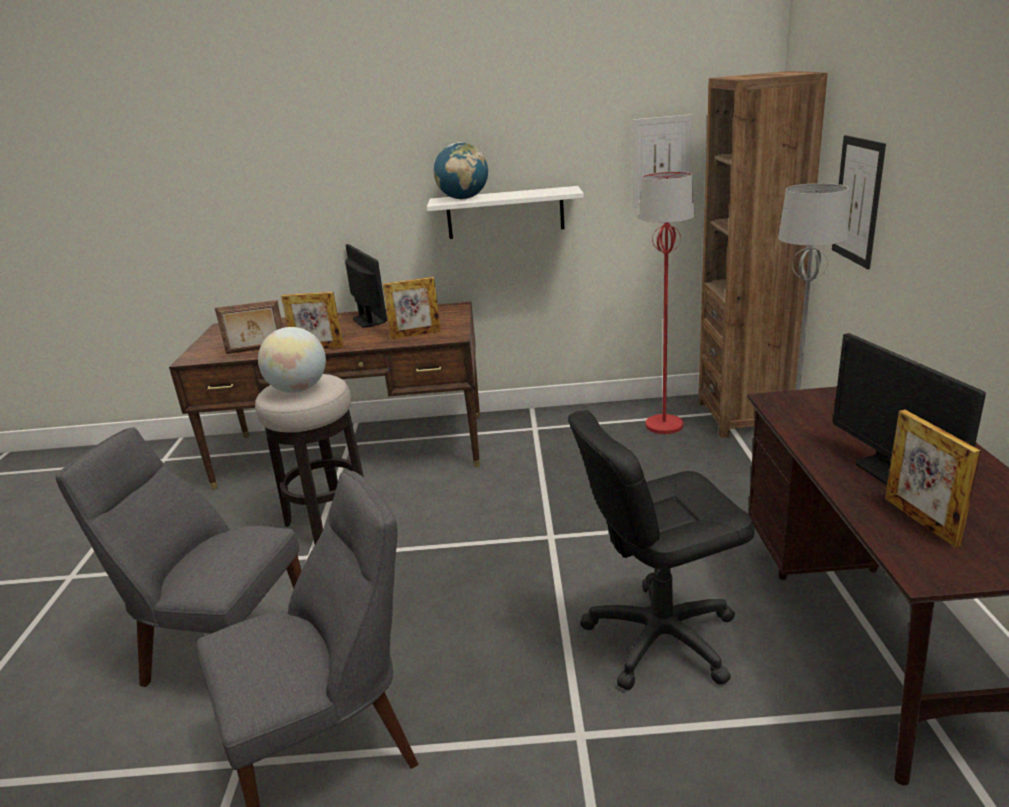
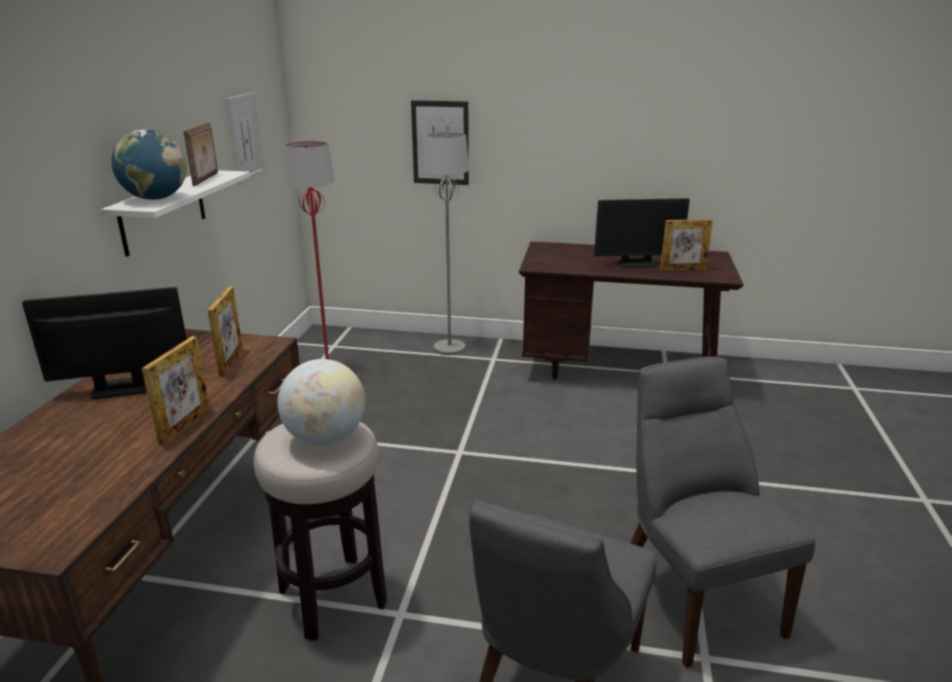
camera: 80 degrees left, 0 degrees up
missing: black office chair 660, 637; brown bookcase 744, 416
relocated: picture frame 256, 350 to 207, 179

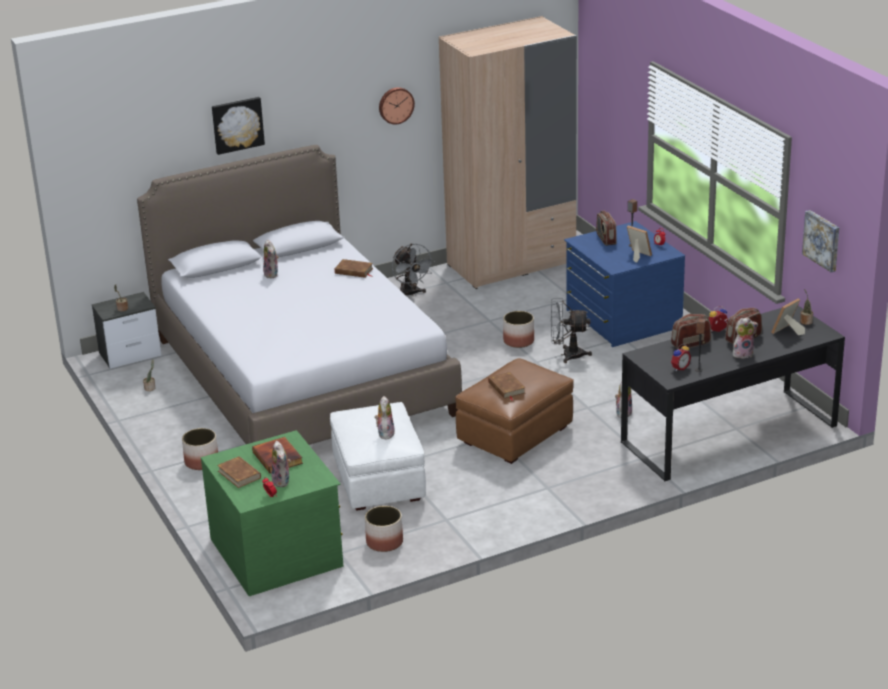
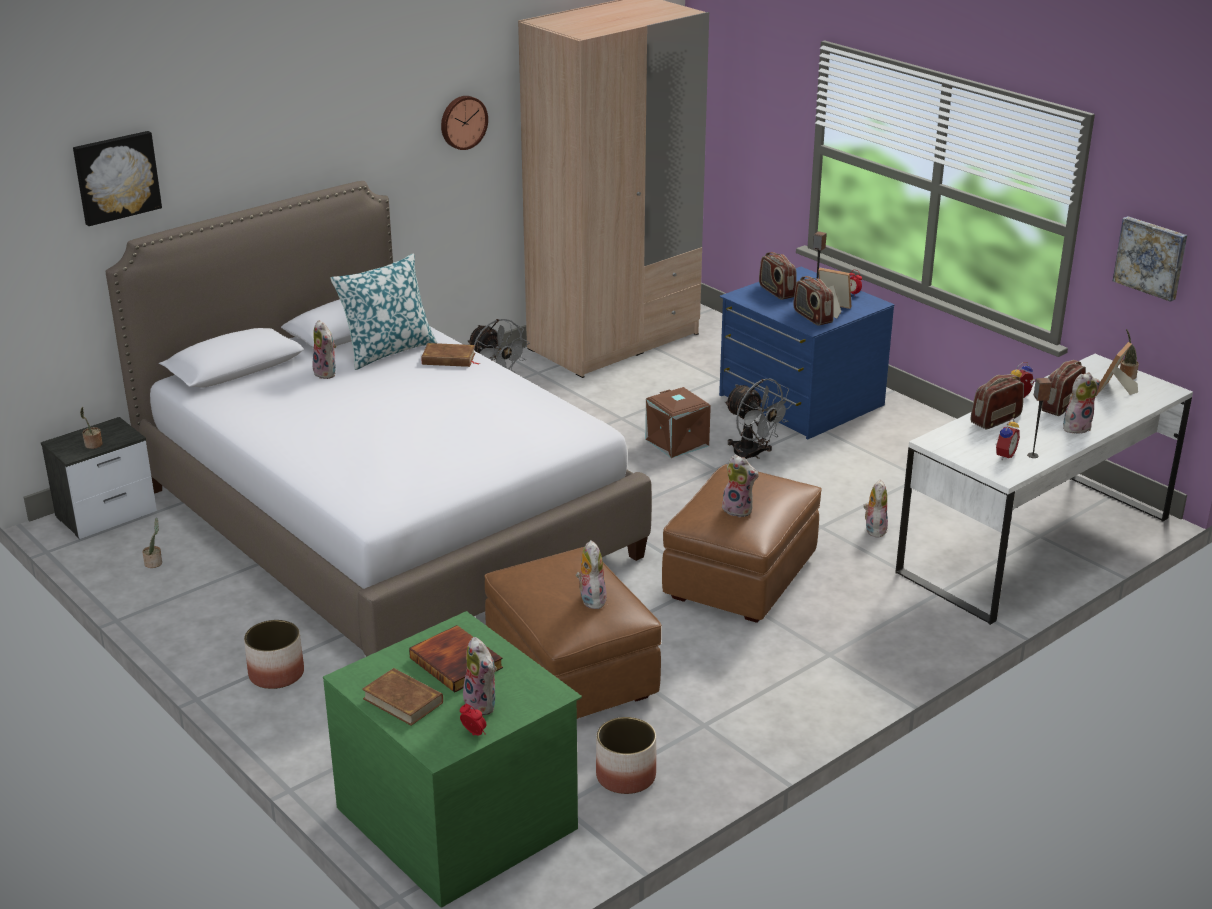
camera: 15 degrees left, 0 degrees up
appeared: pillow 387, 351; radio 812, 317
relocated: picture 237, 124 to 116, 177
exchanged: brown book 506, 388 to plush toy 739, 510; planter 518, 341 to brown storage box 675, 442
colour: white ottoman 379, 481 to brown ottoman 572, 673; black desk 729, 434 to white desk 1035, 544
spun: grey fan 567, 355 = 752, 455 120 degrees counterclockwise

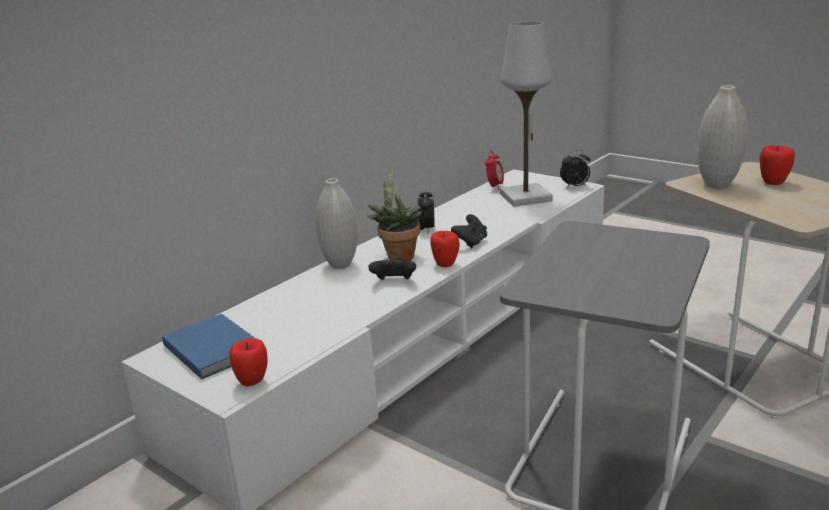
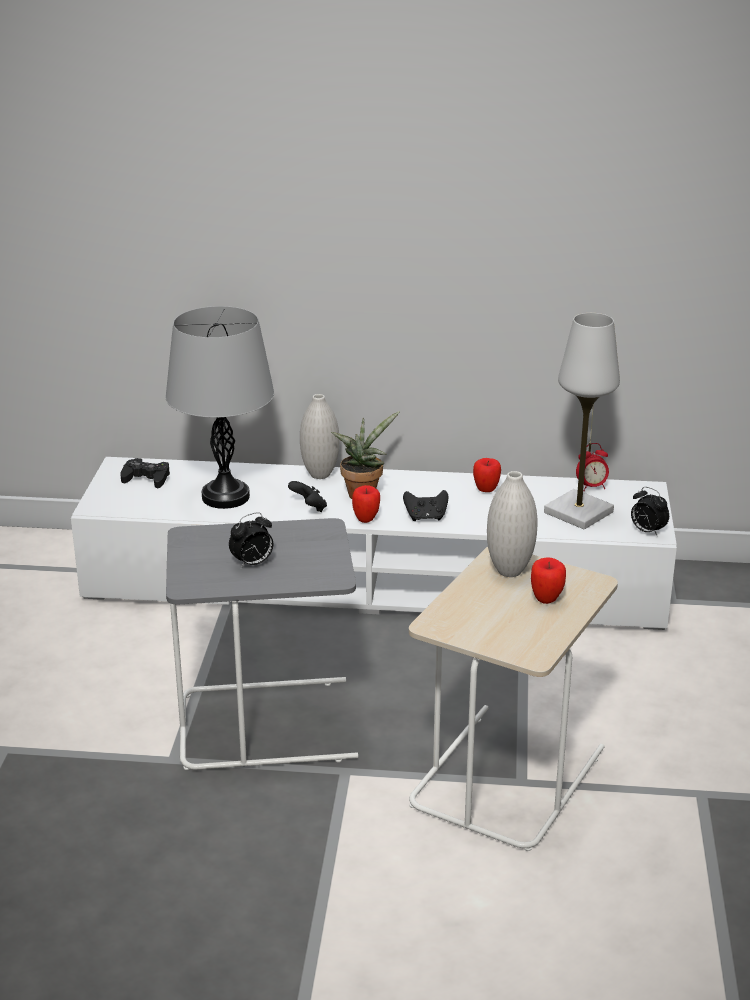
camera: 55 degrees right, 5 degrees up
appeared: grey table lamp 225, 497
relocated: apple 252, 382 to 486, 490; alarm clock 427, 229 to 252, 564
exchanged: blue book 213, 347 to black game controller 146, 478

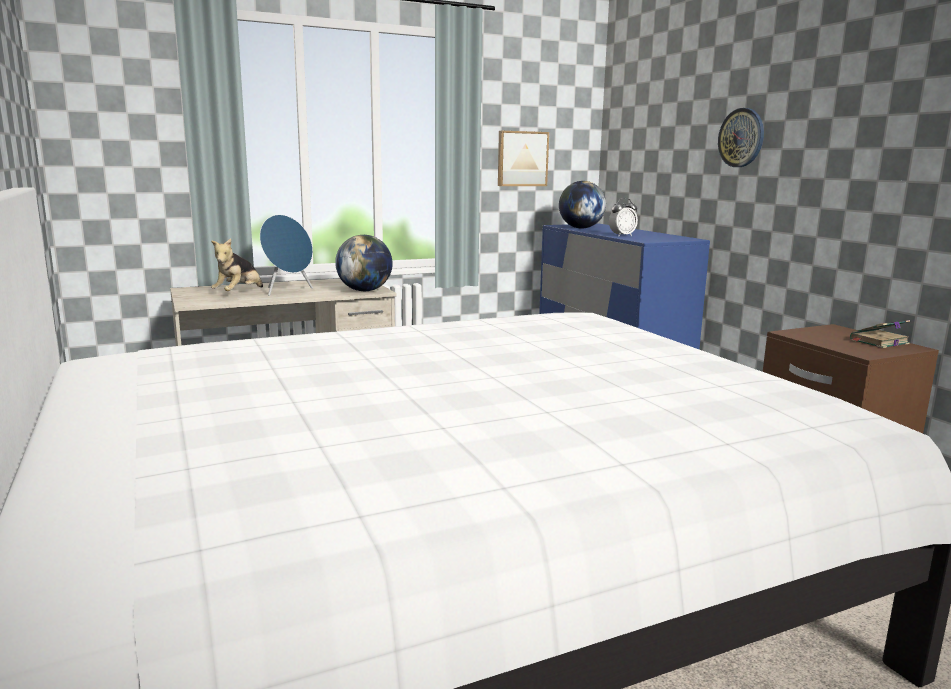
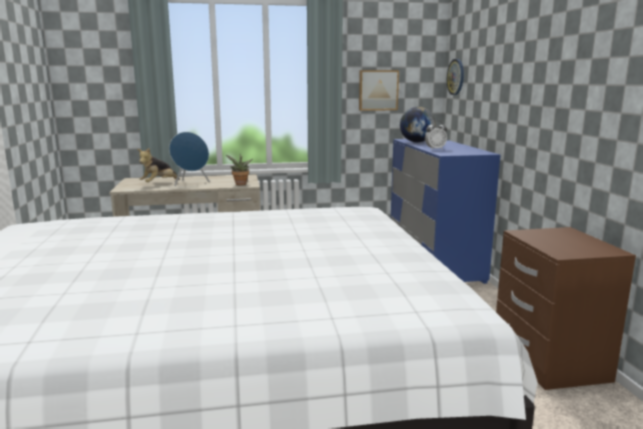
camera: 15 degrees right, 0 degrees up
missing: book 878, 342
relocated: wall clock 741, 138 to 456, 77
exchanged: globe 364, 290 to potted plant 240, 184

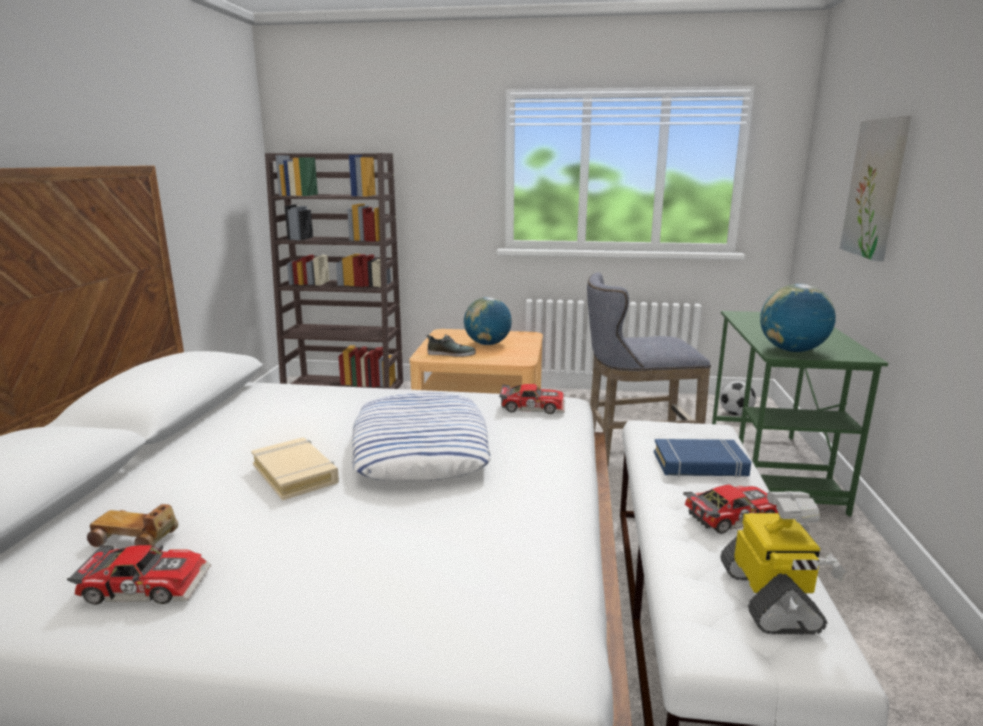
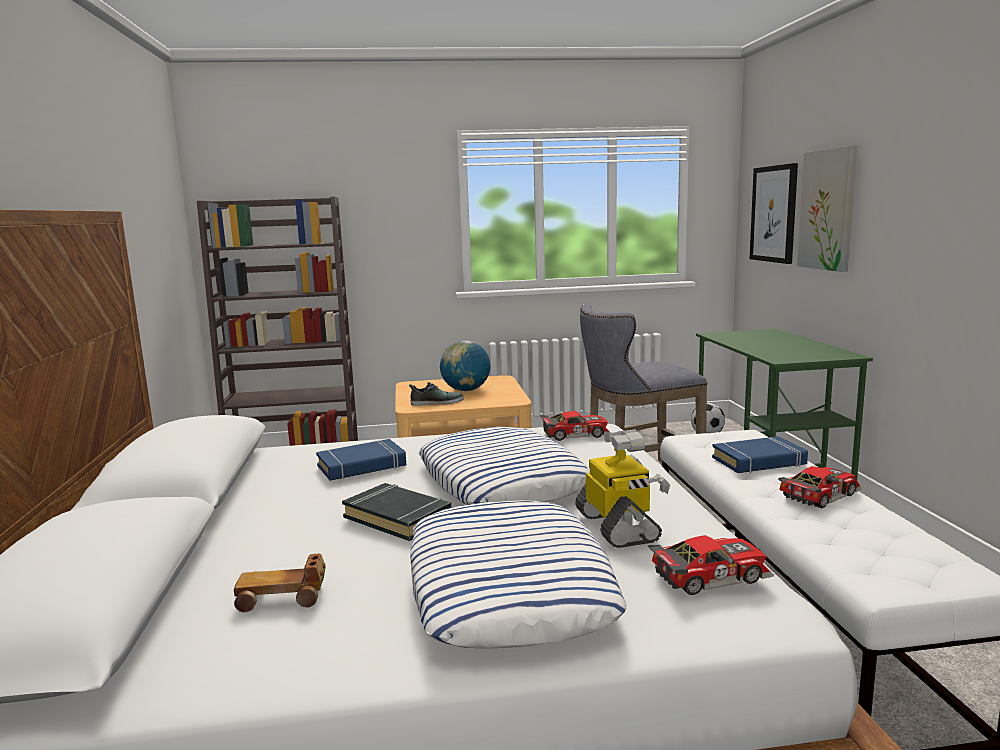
camera: 15 degrees left, 5 degrees down
missing: globe 791, 350
appeared: blue book 362, 466; pillow 507, 585; picture 774, 214
relocated: toy car 147, 584 to 707, 574; toy robot 770, 599 to 618, 527
colour: beige book 295, 474 to black book 398, 518

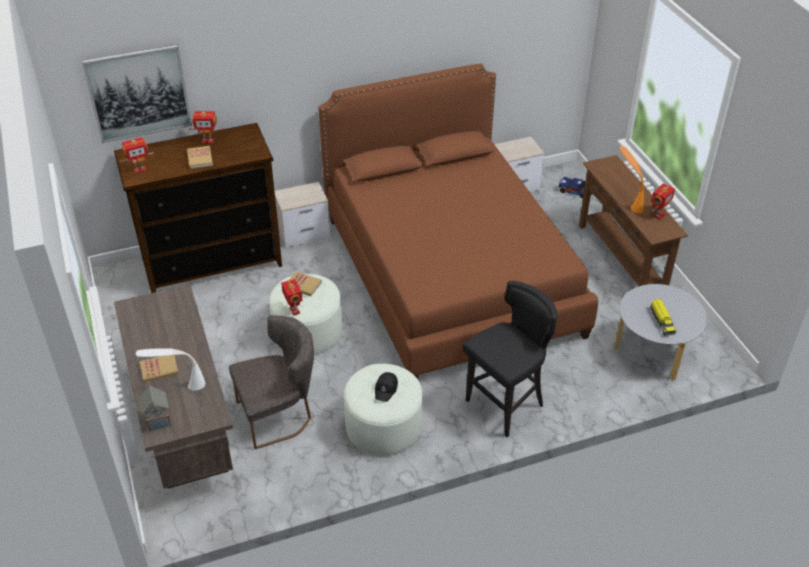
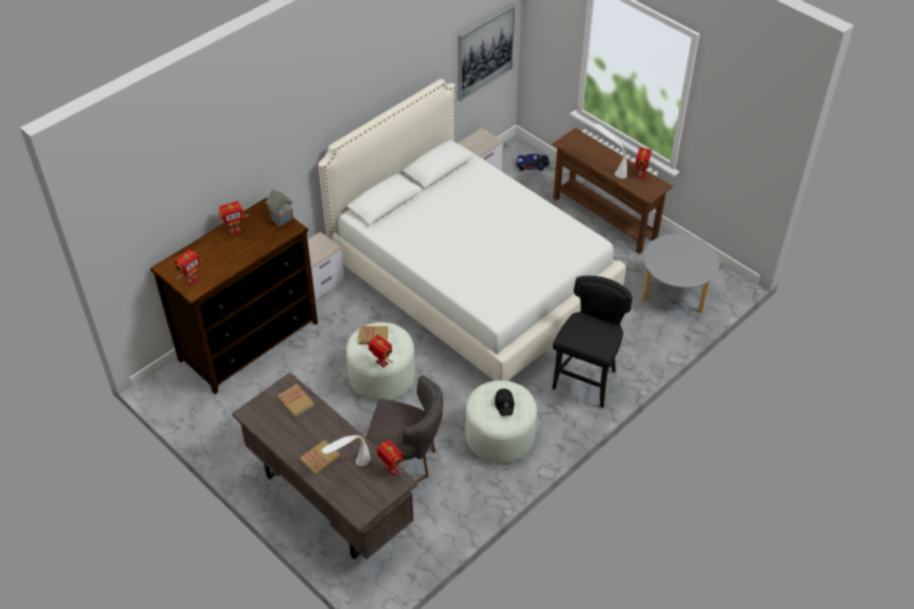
camera: 25 degrees left, 5 degrees up
missing: toy truck 662, 321
appeared: toy robot 391, 470
relocated: picture 138, 93 to 485, 52; toy house 159, 421 to 281, 219; book 200, 158 to 295, 401
colour: brown bed 450, 274 to white bed 472, 280; orange table lamp 627, 200 to white table lamp 608, 168
spun: grey chair 279, 415 = 406, 459 60 degrees clockwise

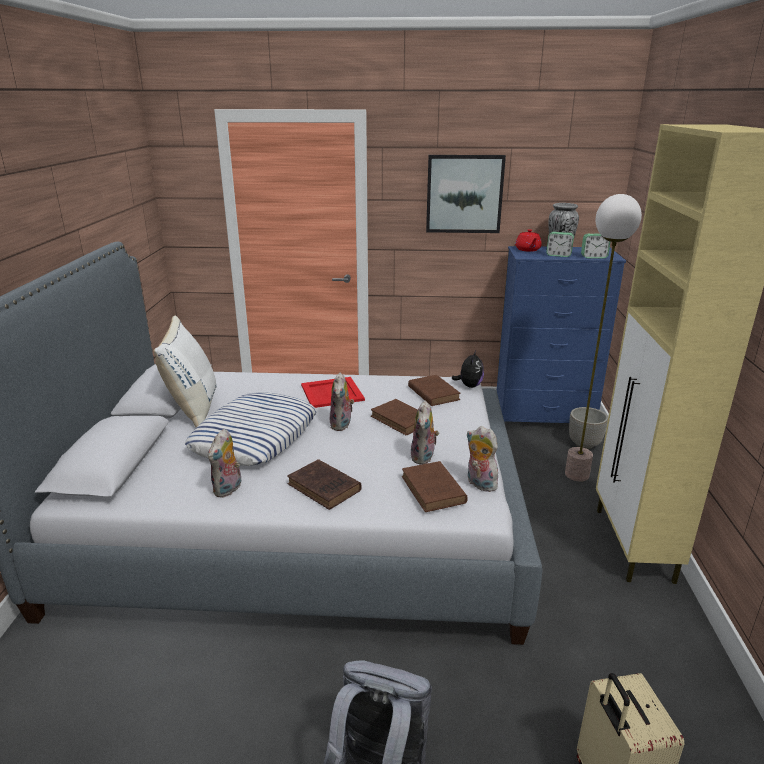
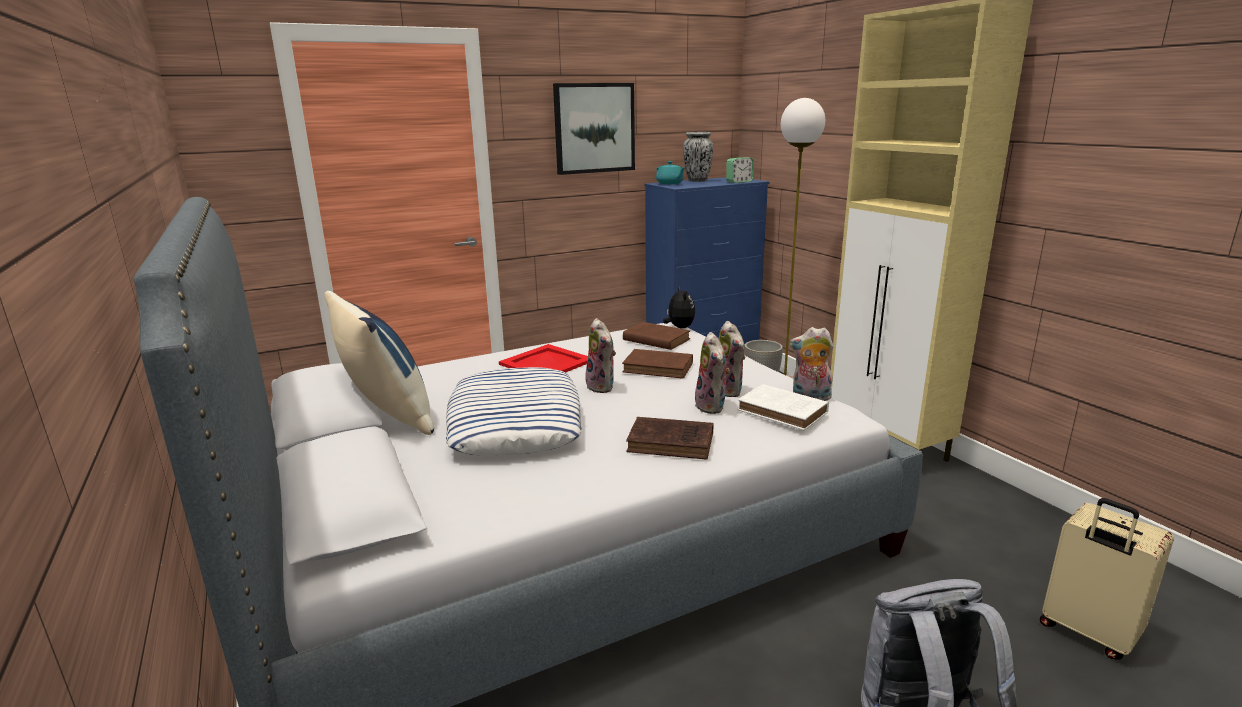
camera: 30 degrees left, 5 degrees down
missing: alarm clock 558, 255
relocated: plush toy 228, 490 to 712, 406
colour: white pillow 193, 408 to blue pillow 386, 417; brown book 434, 491 to white book 784, 412; red teapot 528, 250 to turquoise teapot 670, 183

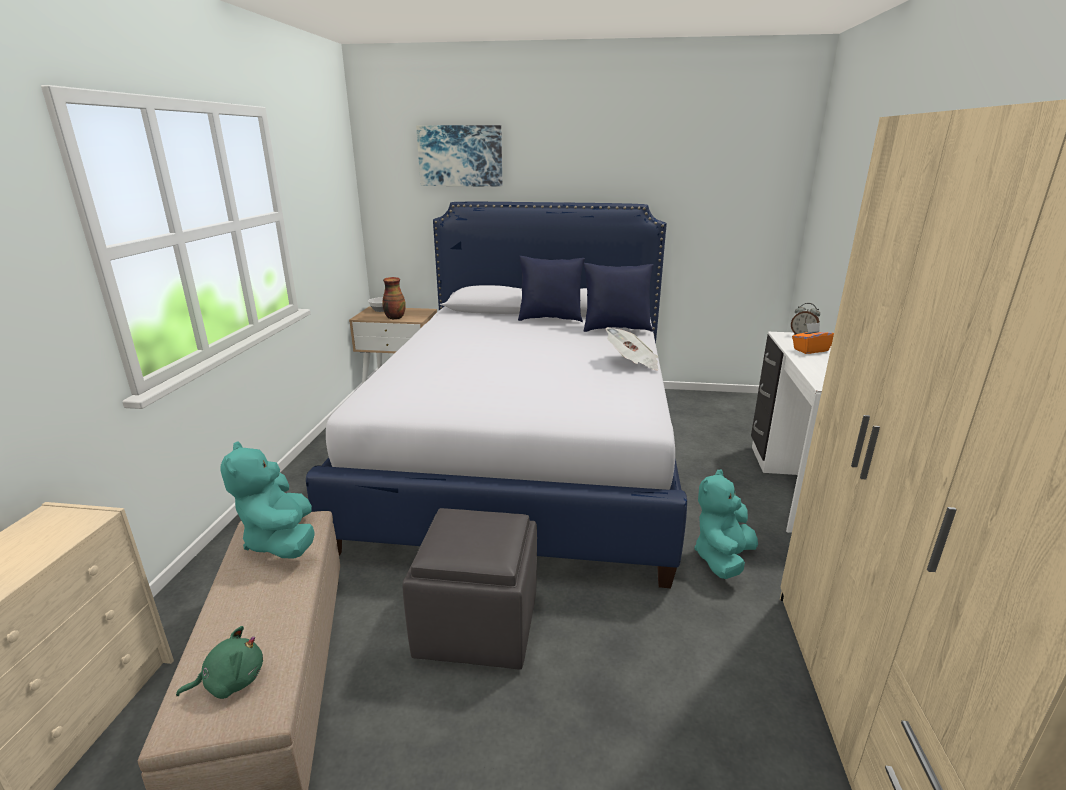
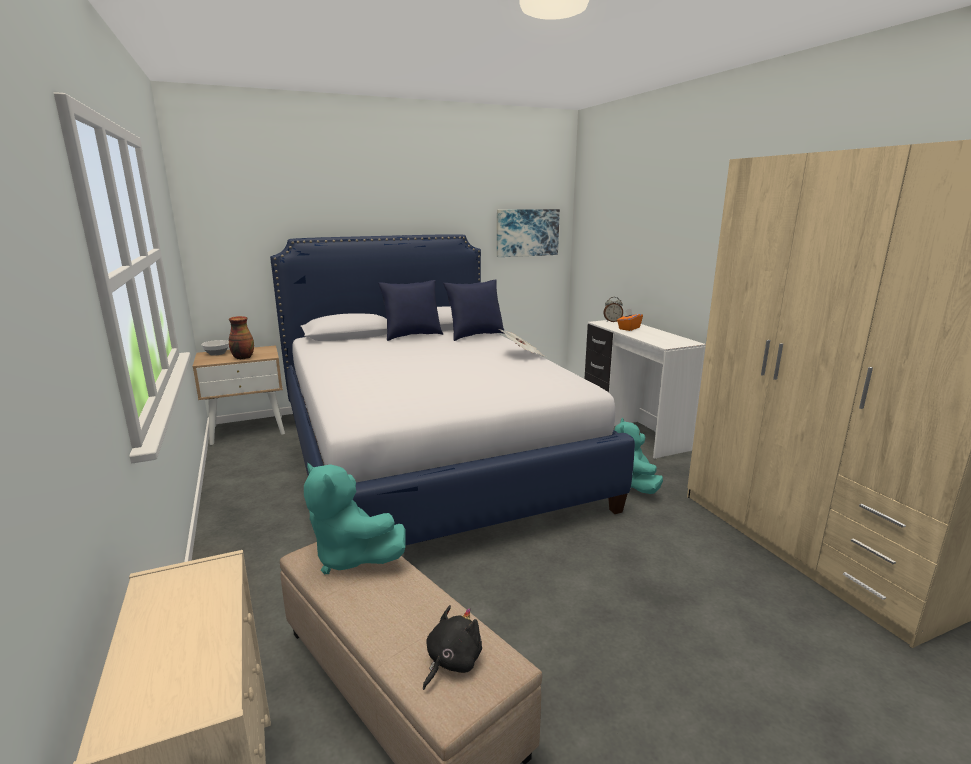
camera: 30 degrees left, 5 degrees down
missing: grey ottoman 479, 624
relocated: picture 460, 156 to 527, 232
colour: green plush toy 230, 681 to black plush toy 451, 662

